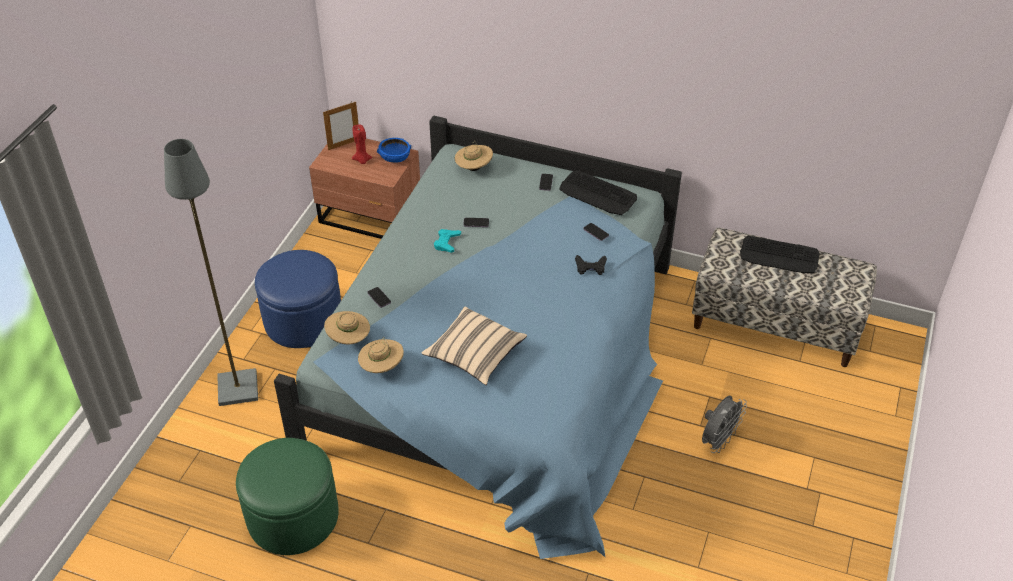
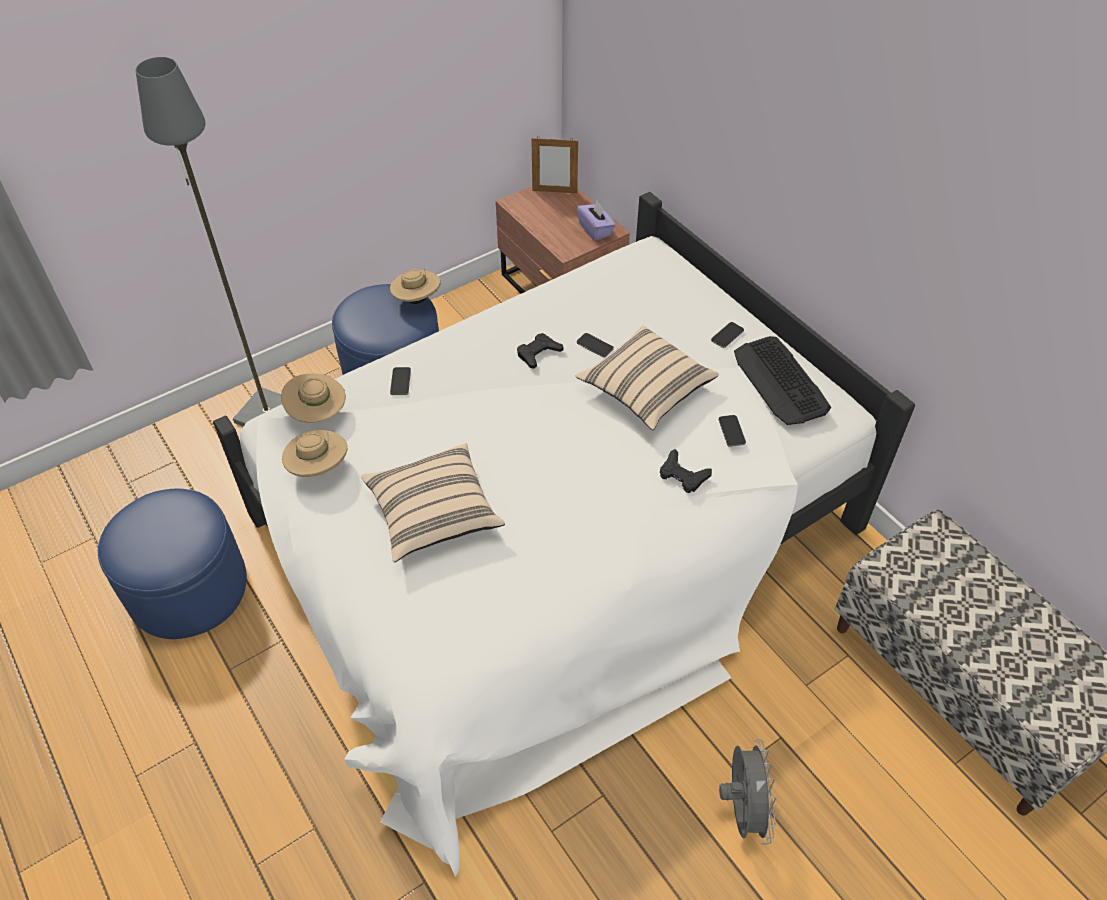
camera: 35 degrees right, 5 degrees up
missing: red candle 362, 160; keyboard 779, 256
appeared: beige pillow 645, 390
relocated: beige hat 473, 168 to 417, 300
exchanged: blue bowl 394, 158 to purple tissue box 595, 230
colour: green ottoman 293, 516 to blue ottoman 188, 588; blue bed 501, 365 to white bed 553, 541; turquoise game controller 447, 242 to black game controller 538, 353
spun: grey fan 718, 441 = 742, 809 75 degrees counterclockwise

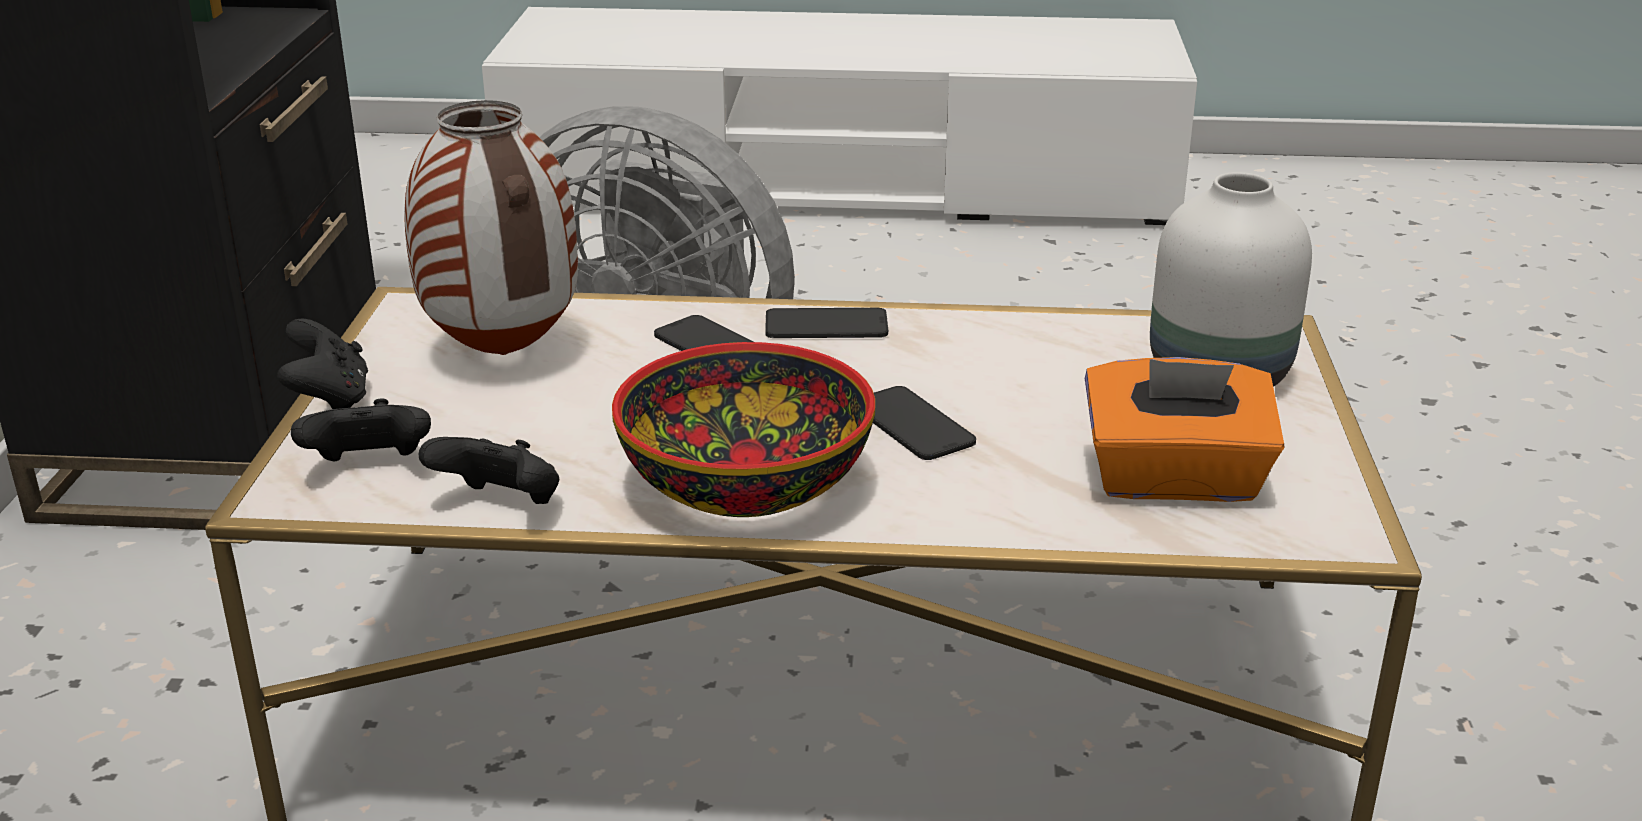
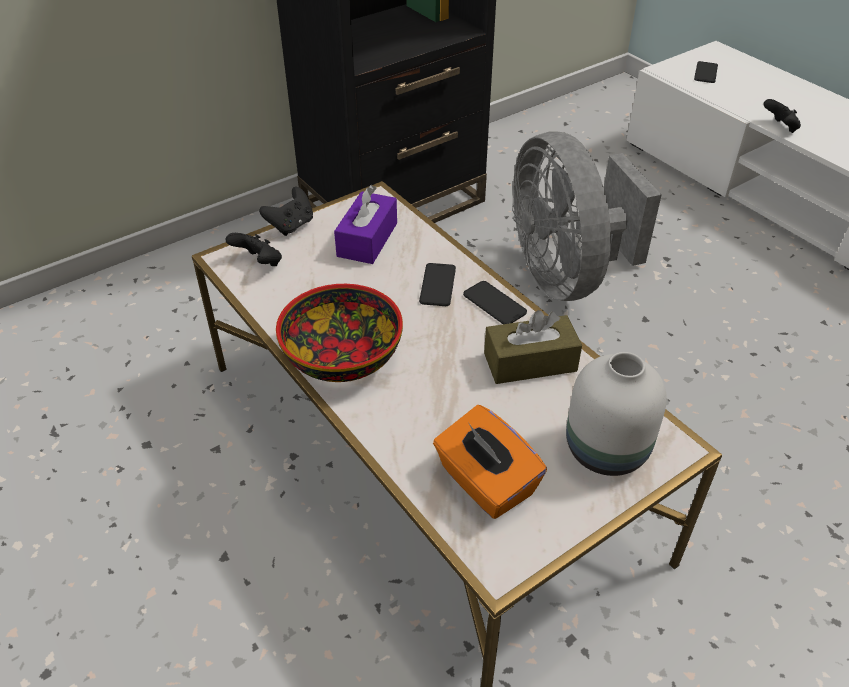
camera: 50 degrees right, 15 degrees up
appeared: brown tissue box 530, 362
relocated: black game controller 501, 505 to 780, 128; phone 912, 424 to 705, 73
exchanged: vase 500, 354 to purple tissue box 367, 239

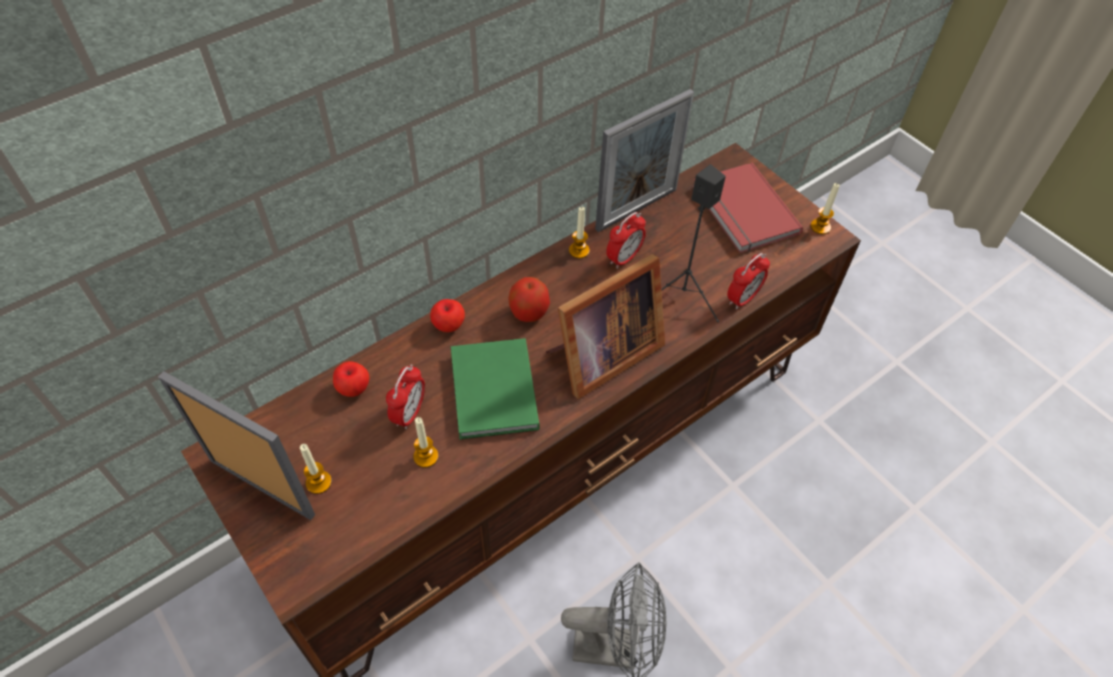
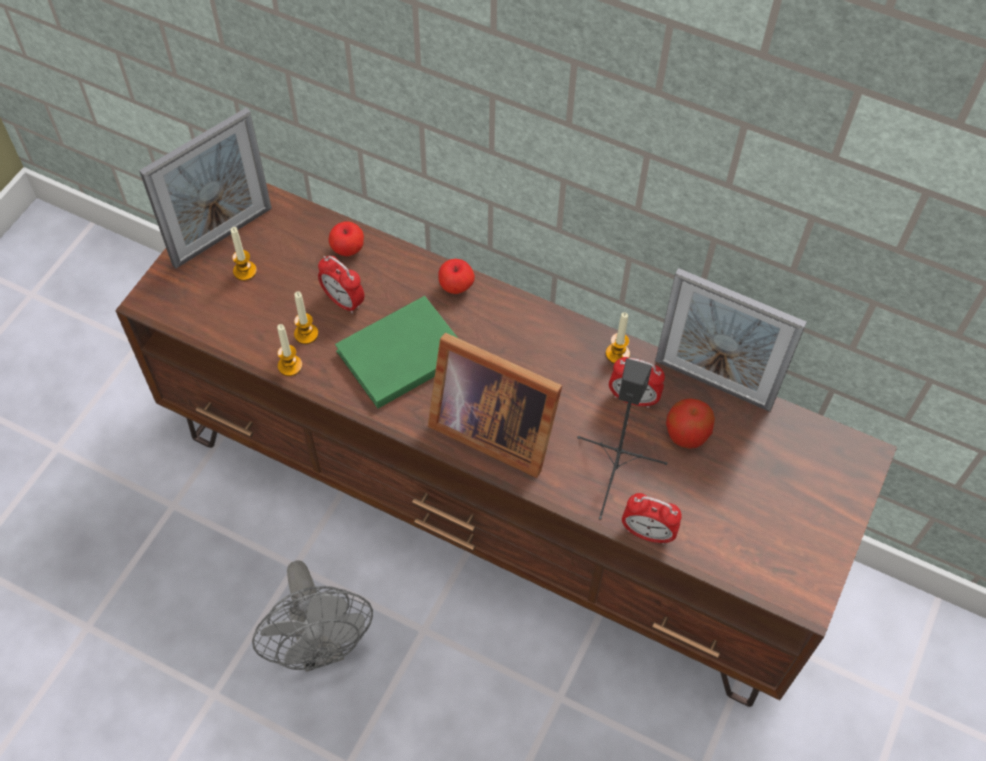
camera: 65 degrees right, 5 degrees up
missing: red book 742, 211
relocated: apple 529, 312 to 686, 435; candle 820, 227 to 290, 366
spun: picture frame 262, 487 = 222, 236 45 degrees clockwise; alarm clock 409, 413 = 343, 301 45 degrees clockwise

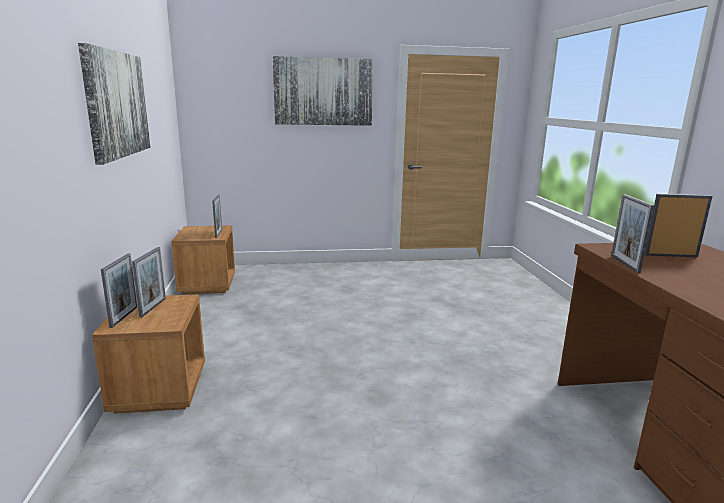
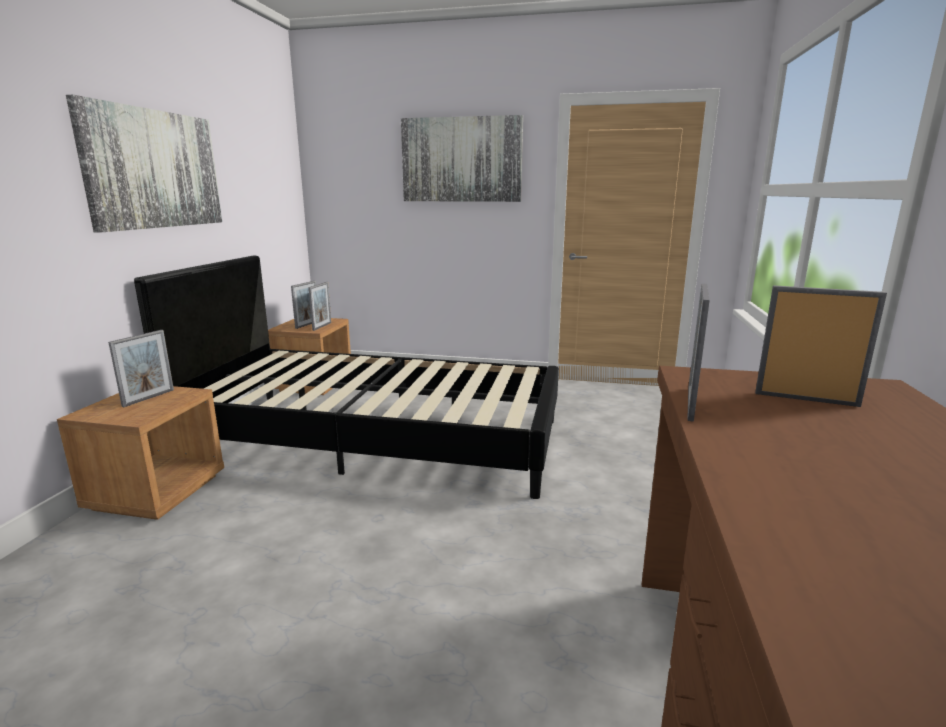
camera: 20 degrees right, 0 degrees up
appeared: black bed 376, 438
relocated: picture frame 124, 317 to 307, 324

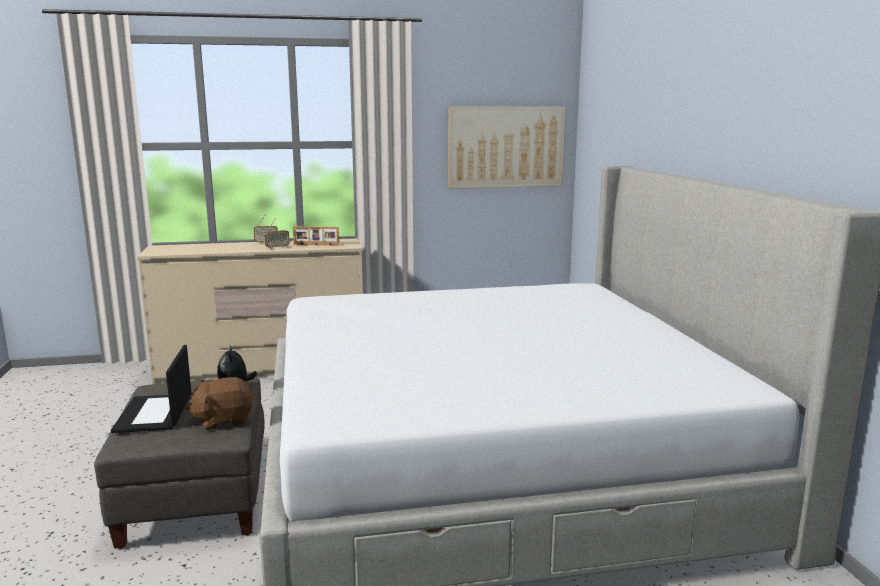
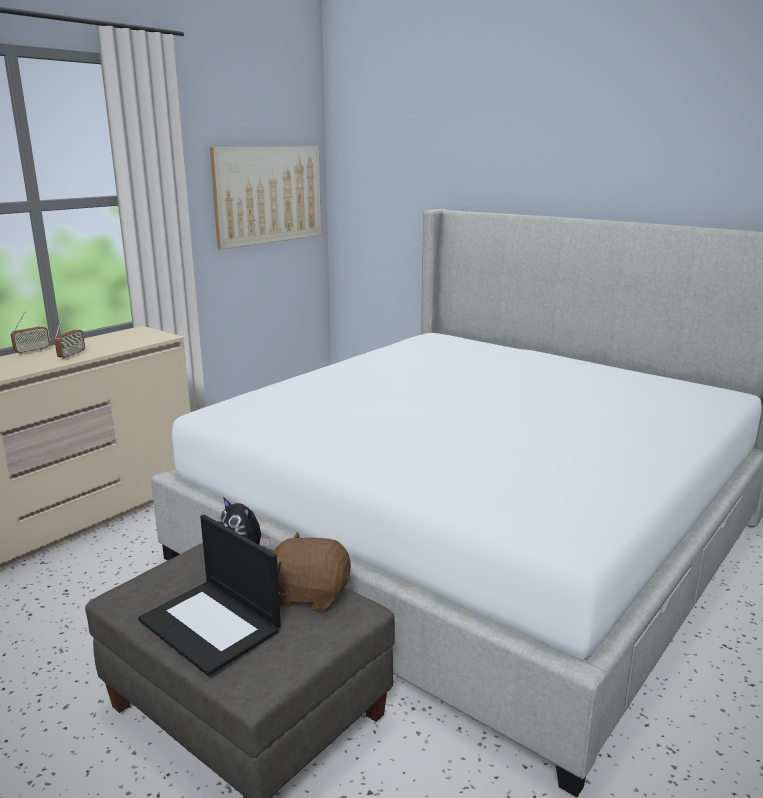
camera: 40 degrees left, 5 degrees up
missing: picture frame 316, 245
spun: brown plush toy 223, 420 = 309, 594 75 degrees clockwise

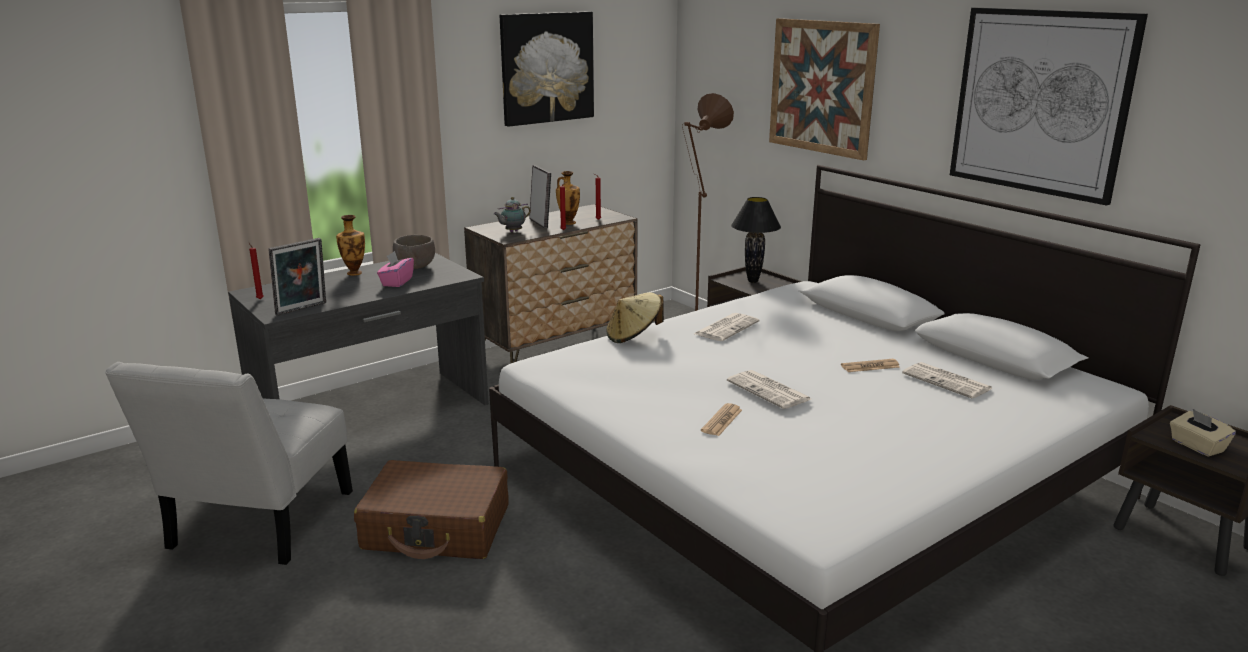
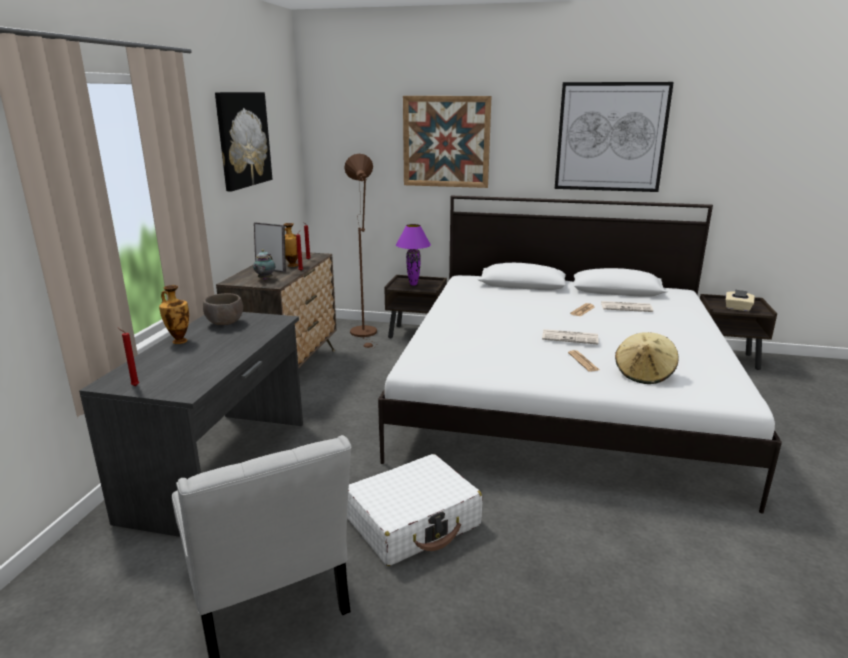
camera: 40 degrees left, 0 degrees up
missing: picture frame 302, 309; pink tissue box 397, 282; newspaper 726, 328
relocated: beige hat 634, 336 to 644, 374
colour: brown suitcase 437, 528 to white suitcase 413, 522; black table lamp 752, 281 to purple table lamp 413, 284

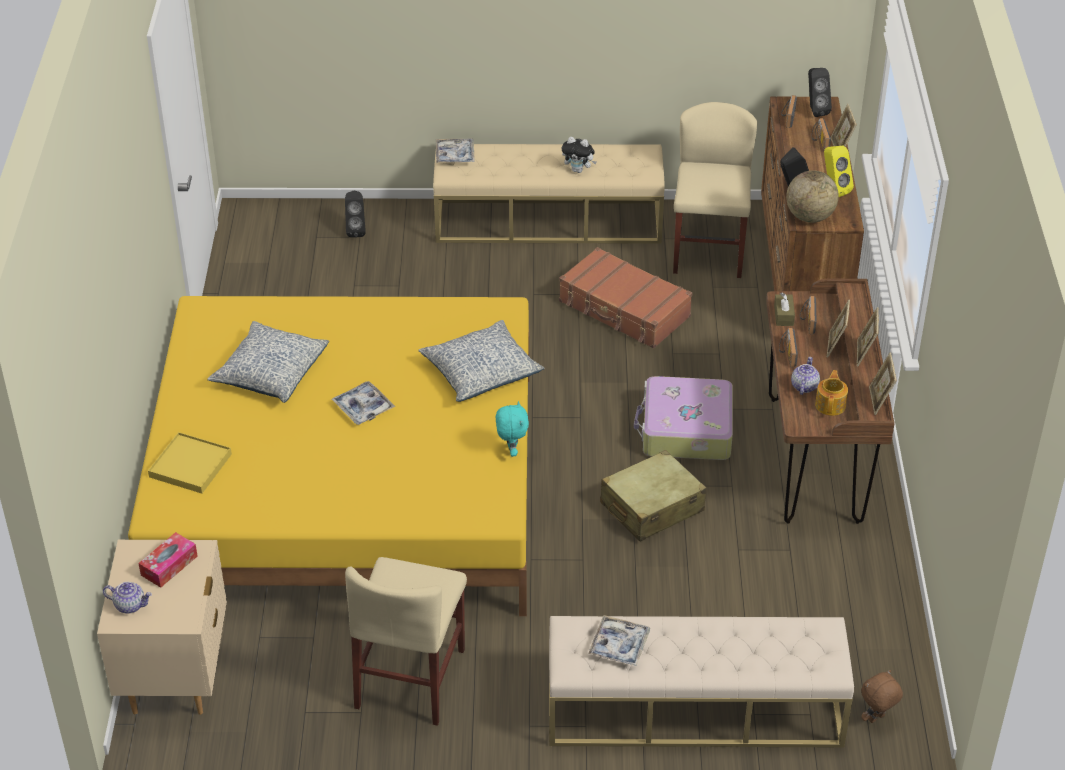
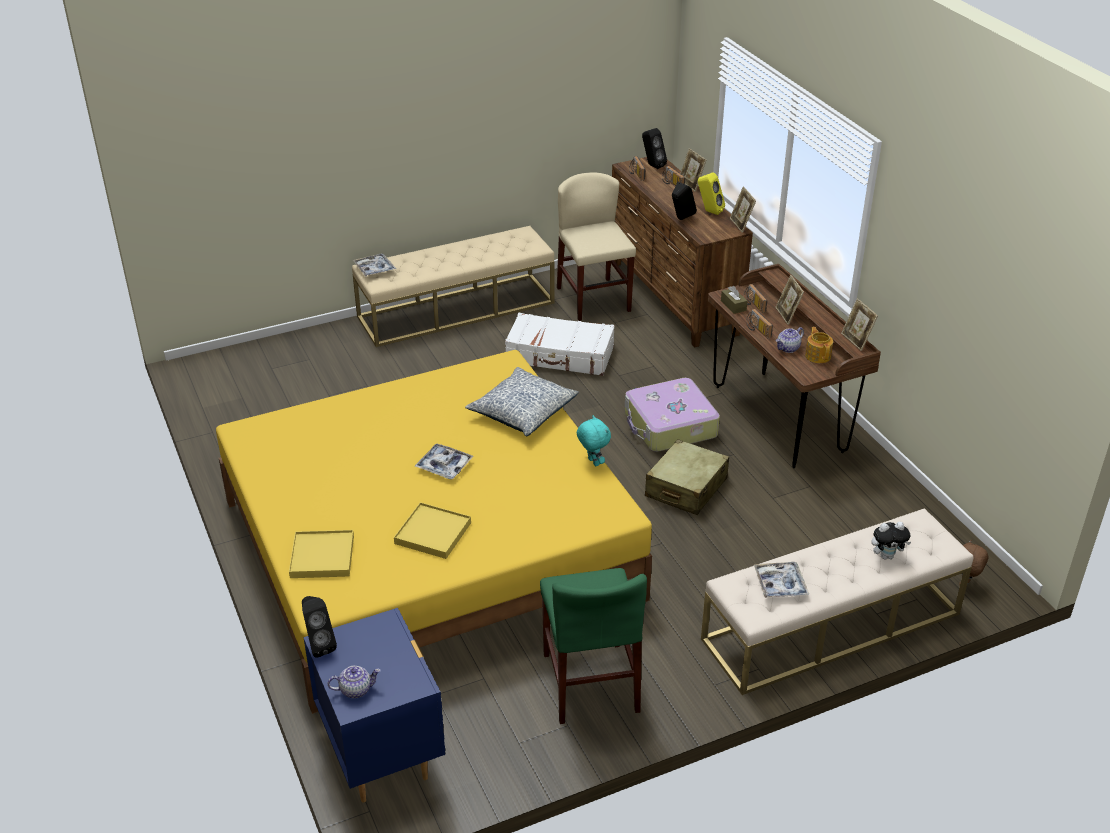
camera: 25 degrees left, 5 degrees down
missing: tissue box 169, 565; pillow 270, 372; globe 809, 217
appeared: yellow tray 433, 533
relocated: black speaker 356, 230 to 319, 645; plush toy 578, 170 to 887, 556; picture frame 865, 354 to 741, 224
colour: beige nightstand 175, 677 to blue nightstand 381, 756; beige chair 410, 678 to green chair 590, 682; brown suitcase 624, 310 to white suitcase 560, 355
spun: teapot 804, 386 = 788, 348 120 degrees counterclockwise

